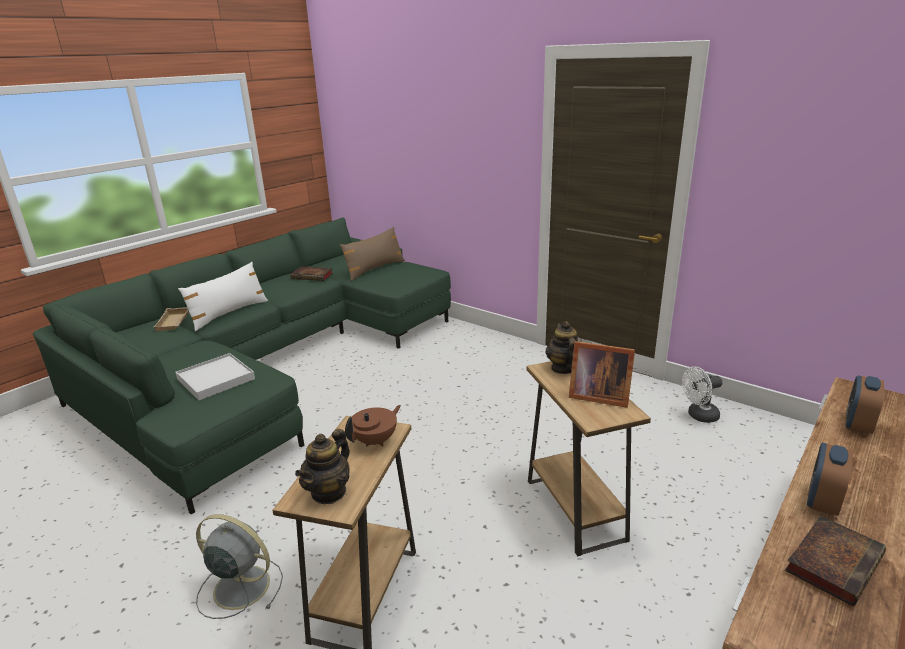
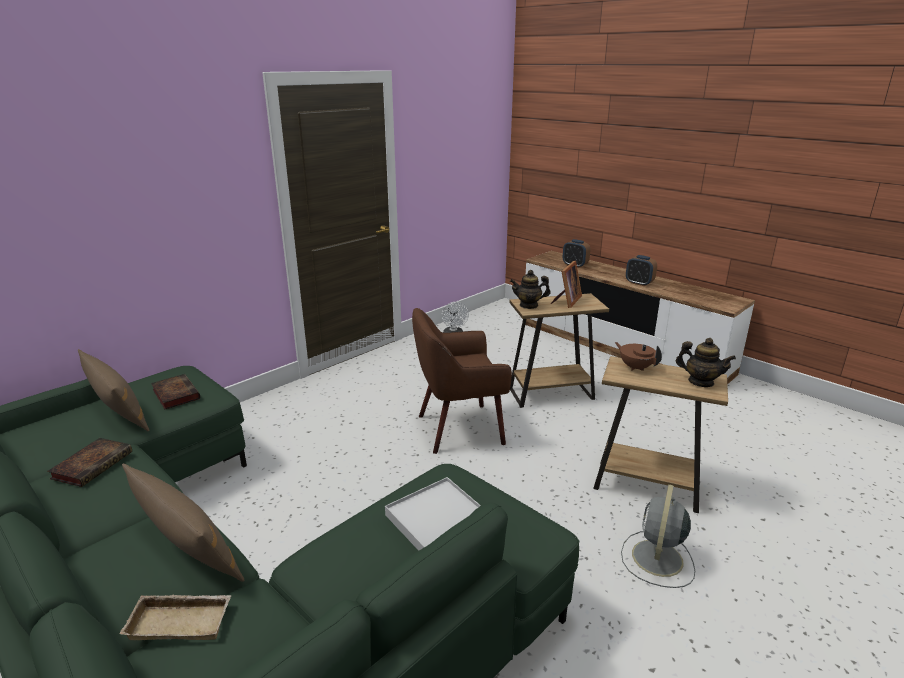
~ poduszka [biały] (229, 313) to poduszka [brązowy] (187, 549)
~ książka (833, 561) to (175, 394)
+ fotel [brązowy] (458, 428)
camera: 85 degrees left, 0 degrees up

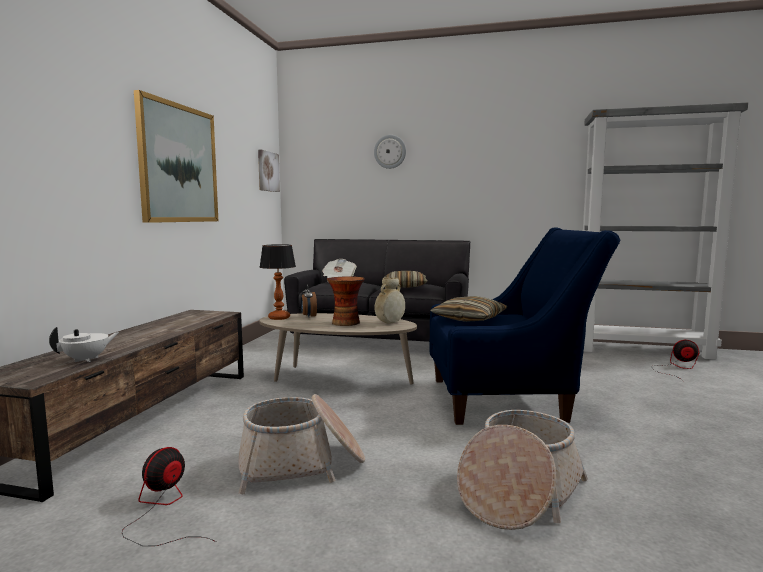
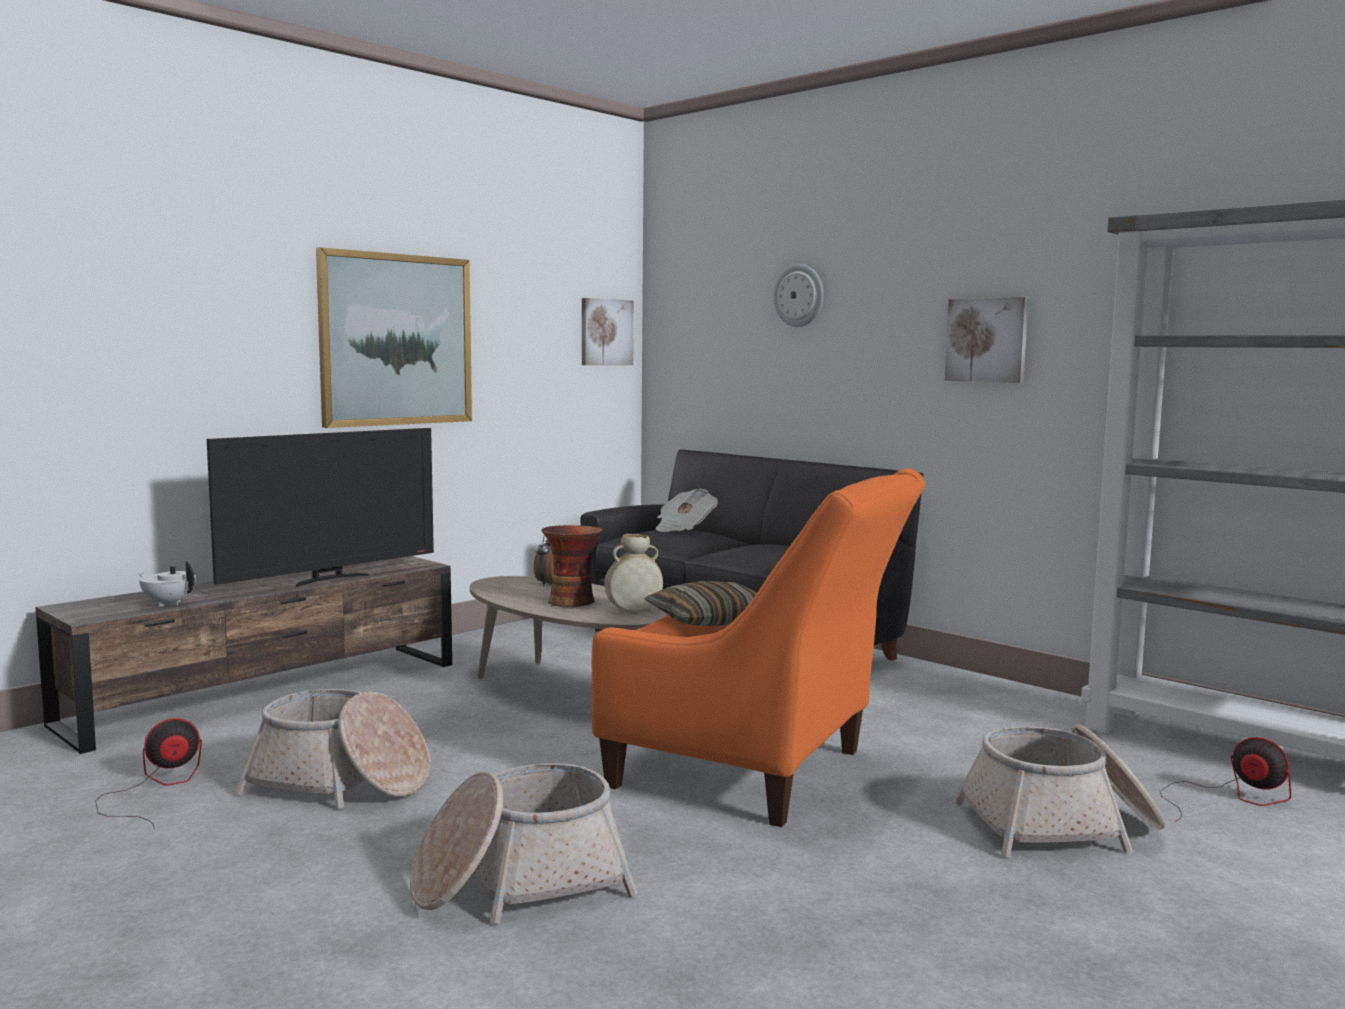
~ fotel [niebieski] (507, 399) to fotel [pomarańczowy] (756, 773)
- lampa stołowa (279, 318)
- poduszka (405, 286)
~ imbryk [biały] (87, 359) = (168, 603) 135 degrees counterclockwise
+ obraz (987, 340)
+ telewizor (330, 579)
+ koszyk (1061, 826)
camera: 30 degrees right, 0 degrees up

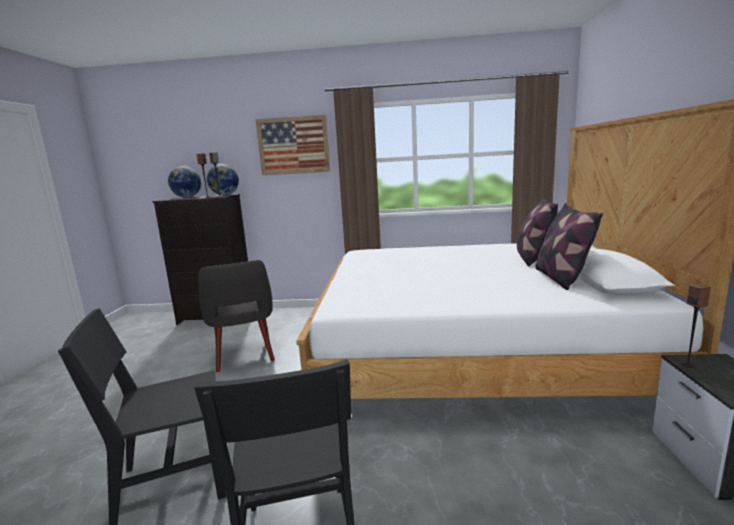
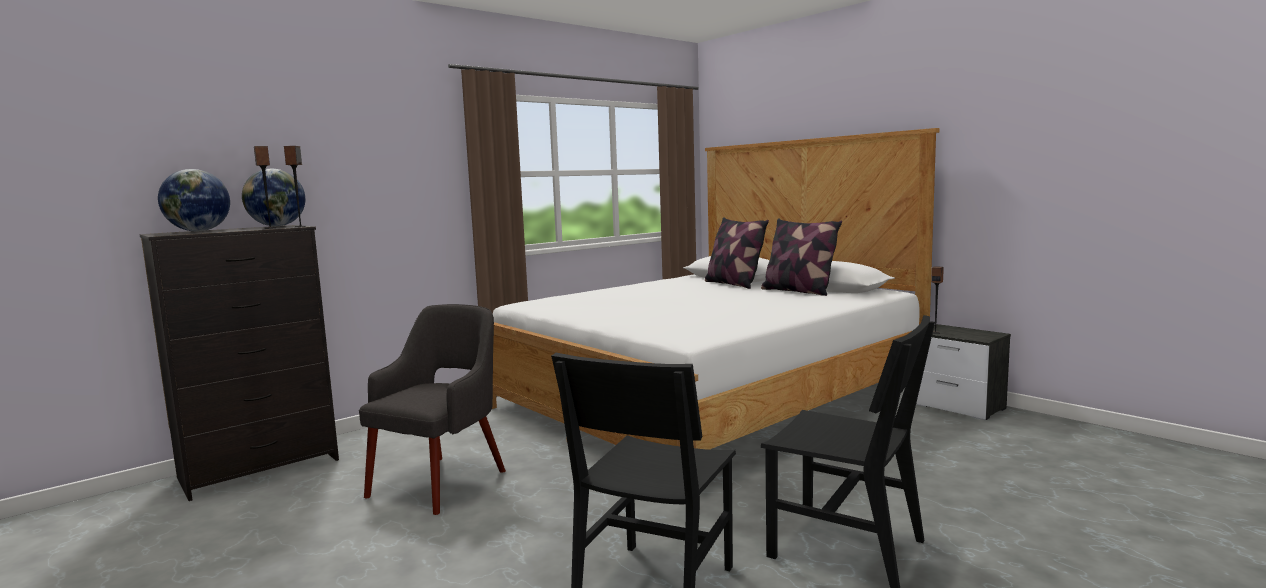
- obraz (293, 145)
~ fotel [szary] (244, 353) = (440, 482) 90 degrees counterclockwise
camera: 45 degrees left, 5 degrees down

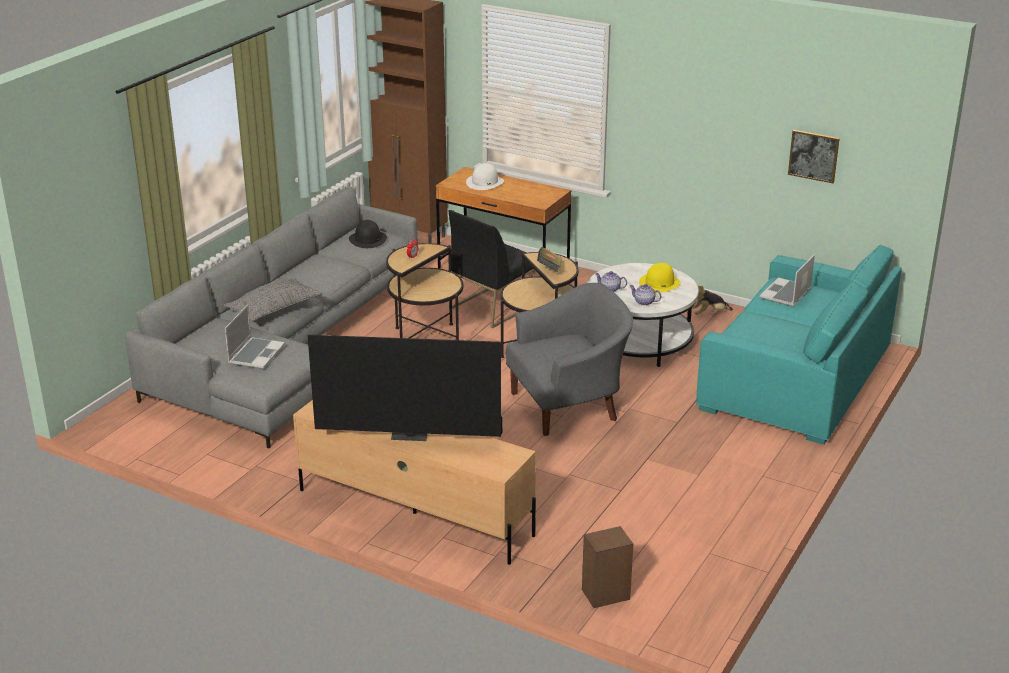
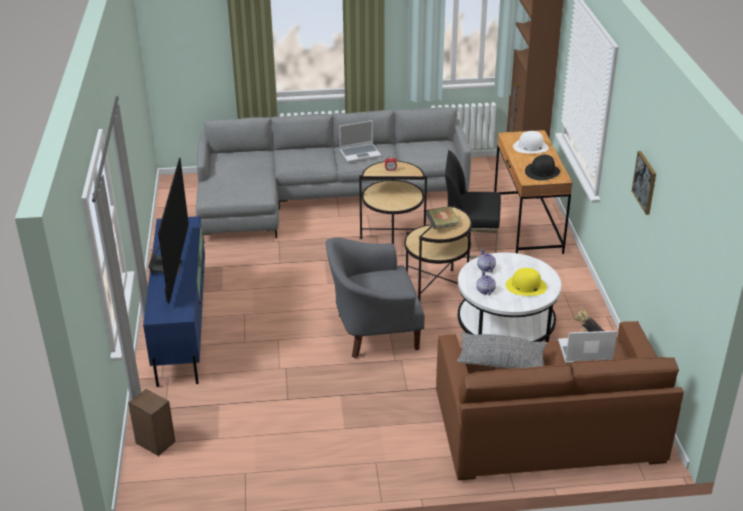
~ obraz (813, 156) to (645, 182)
~ kapelusz [czarny] (368, 239) to (542, 172)
~ kanapa [turkusowy] (796, 378) to kanapa [brązowy] (547, 427)
~ poduszka [szary] (274, 309) to (501, 361)
~ fotel [szary] (569, 406) = (373, 332) 135 degrees clockwise
~ laptop (256, 354) to (360, 153)
~ telewizor (410, 433) = (171, 266) 150 degrees counterclockwise
~ szafka pod telewizor [beżowy] (413, 511) to szafka pod telewizor [niebieski] (182, 324)
camera: 55 degrees right, 5 degrees up

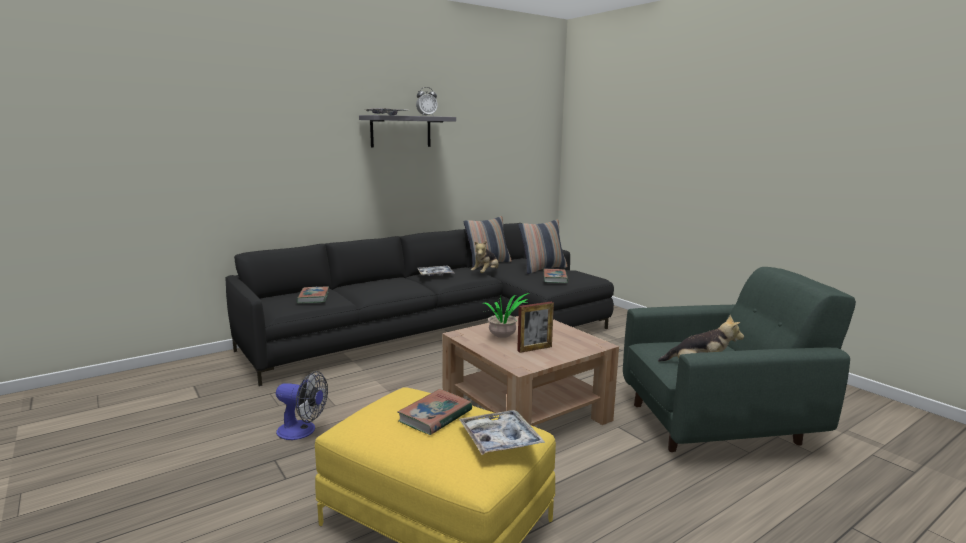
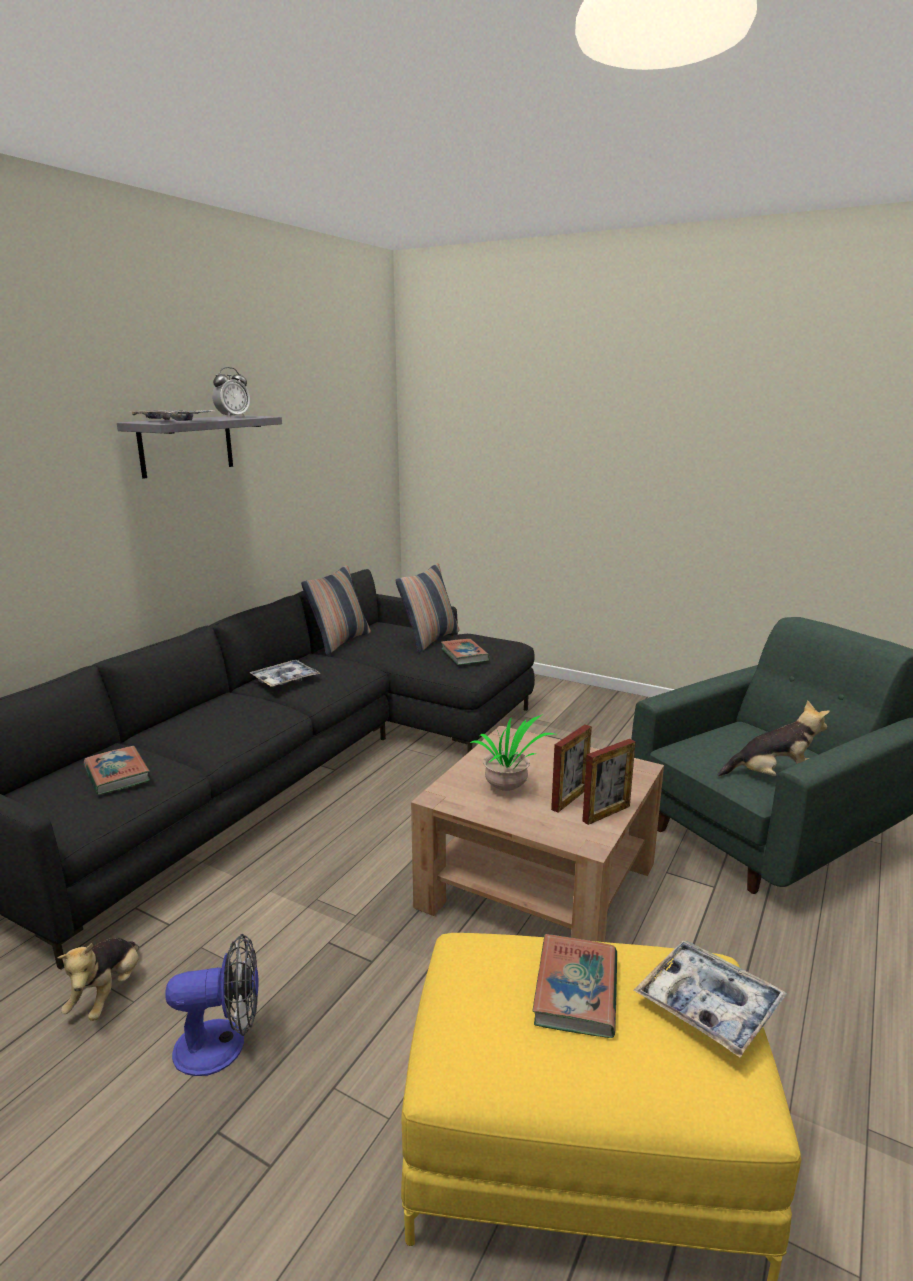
~ pluszak (486, 273) to (107, 994)
+ ramka na zdjęcie (606, 813)
camera: 25 degrees left, 5 degrees up

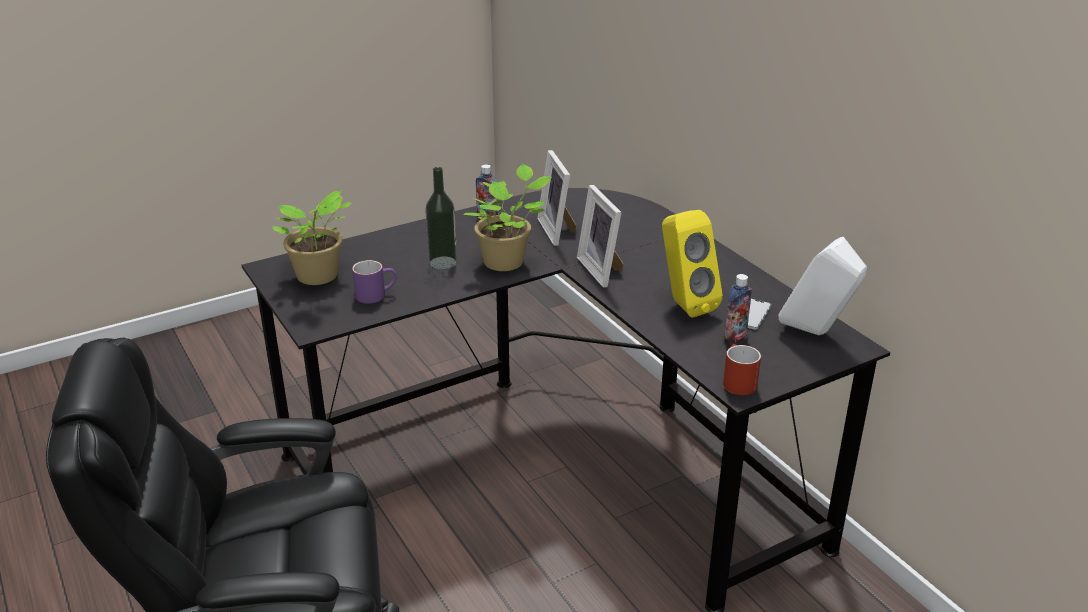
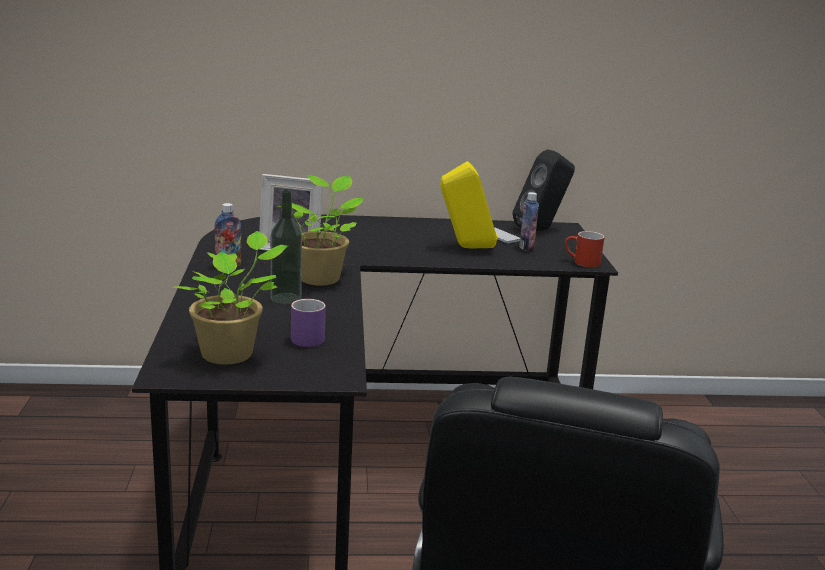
- ramka na zdjęcie (603, 270)
~ głośnik [biały] (816, 333) to głośnik [czarny] (541, 230)
camera: 65 degrees left, 10 degrees down

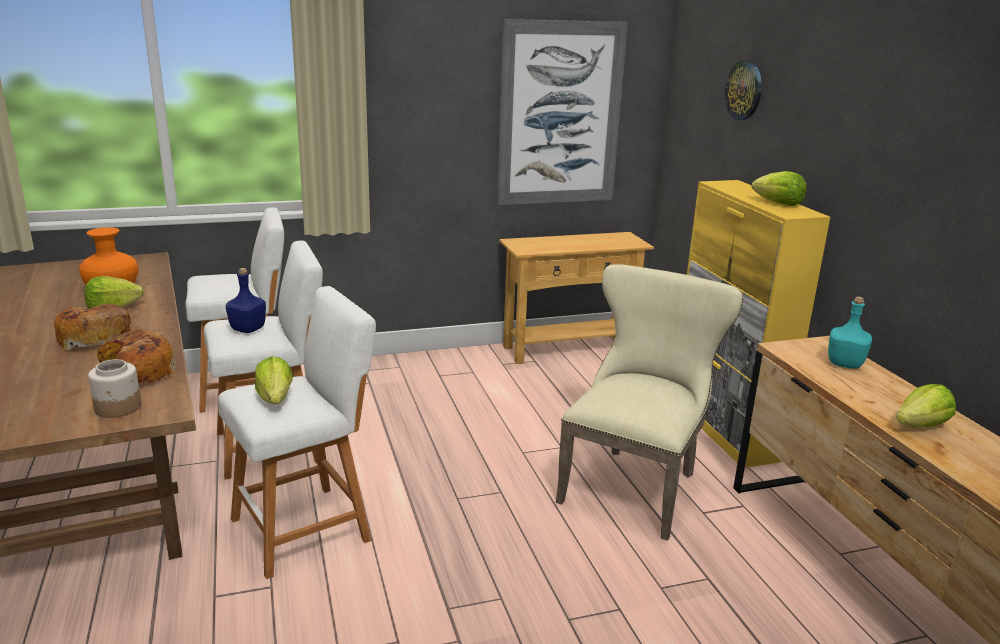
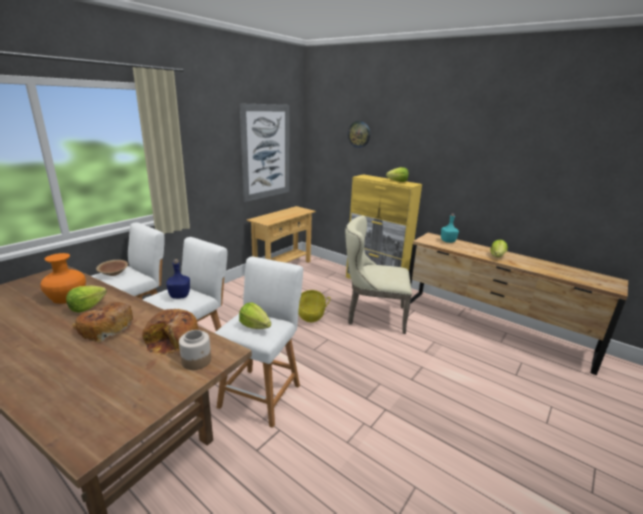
~ krzesło [beżowy] (635, 484) = (372, 316) 75 degrees counterclockwise
+ miska [brązowy] (113, 273)
+ koszyk (310, 314)
camera: 35 degrees left, 0 degrees up

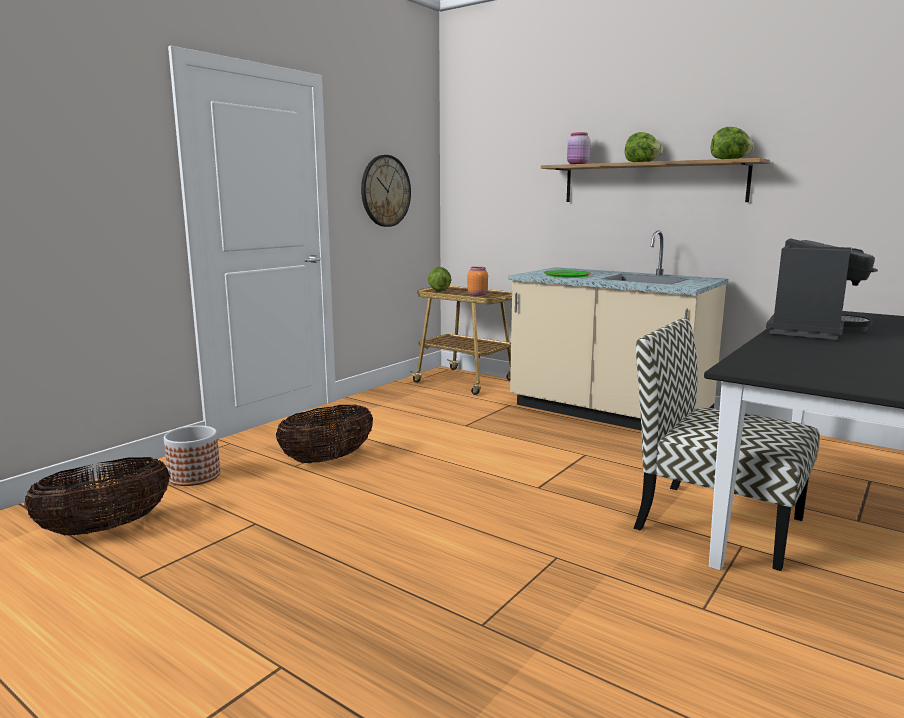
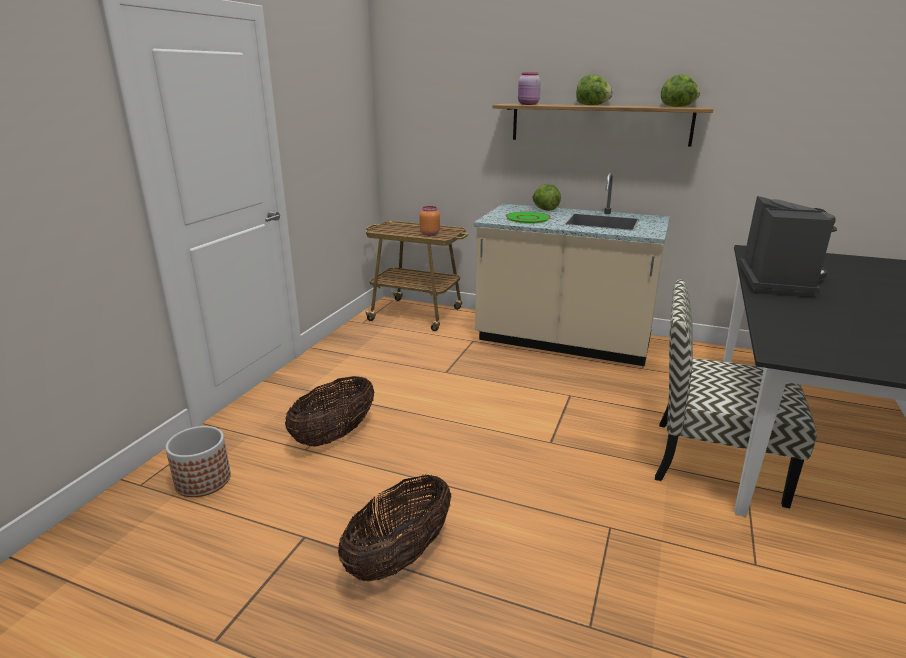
- zegar ścienny (385, 191)
~ sałata (438, 291) to (545, 210)
~ koszyk (106, 528) to (399, 557)
camera: 15 degrees left, 10 degrees up

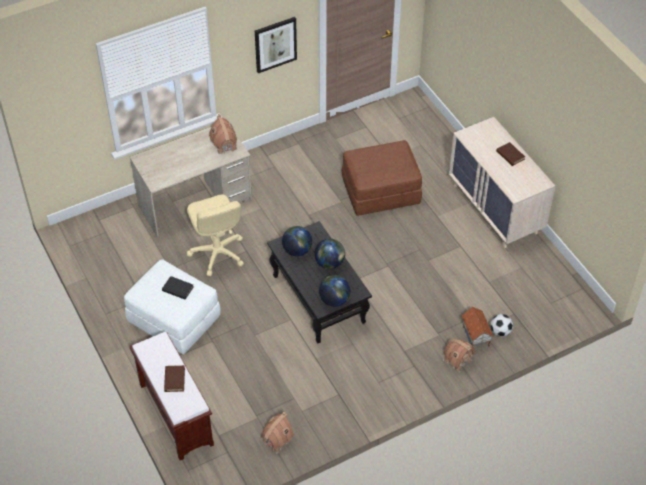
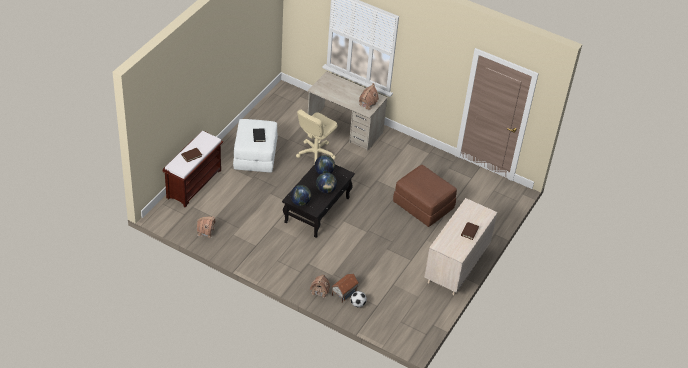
- obraz (275, 44)
camera: 55 degrees right, 5 degrees down

